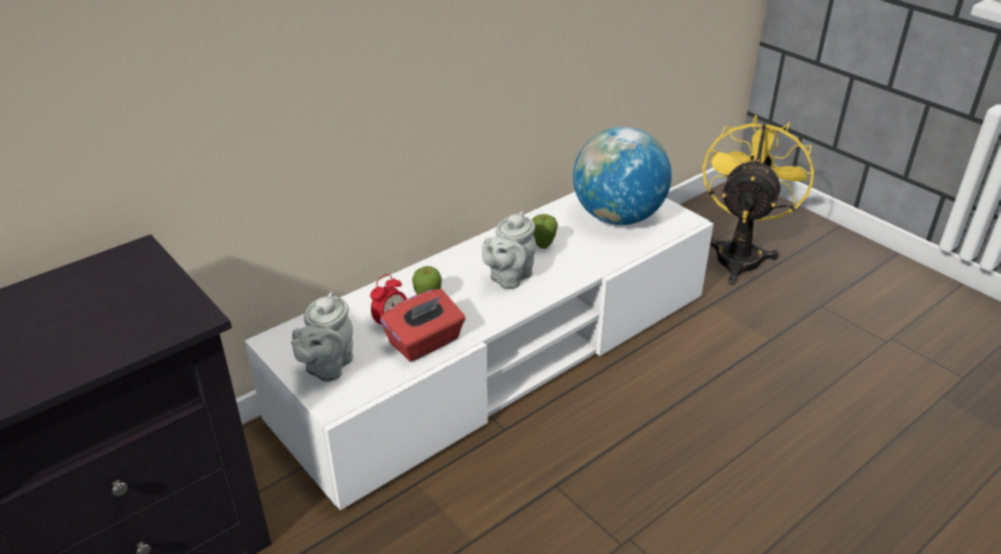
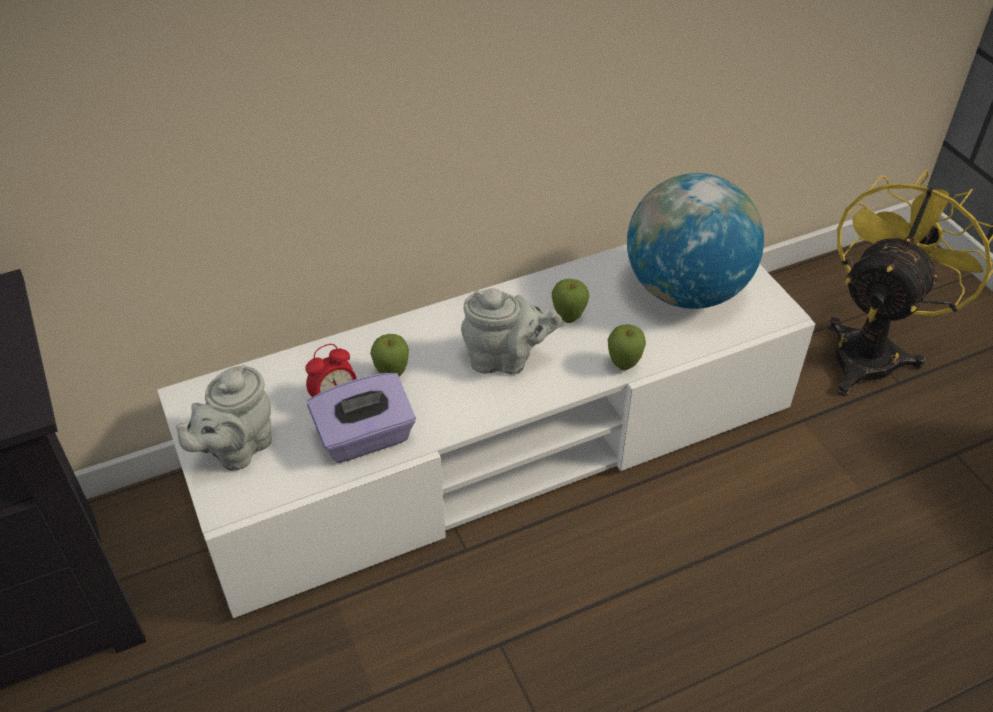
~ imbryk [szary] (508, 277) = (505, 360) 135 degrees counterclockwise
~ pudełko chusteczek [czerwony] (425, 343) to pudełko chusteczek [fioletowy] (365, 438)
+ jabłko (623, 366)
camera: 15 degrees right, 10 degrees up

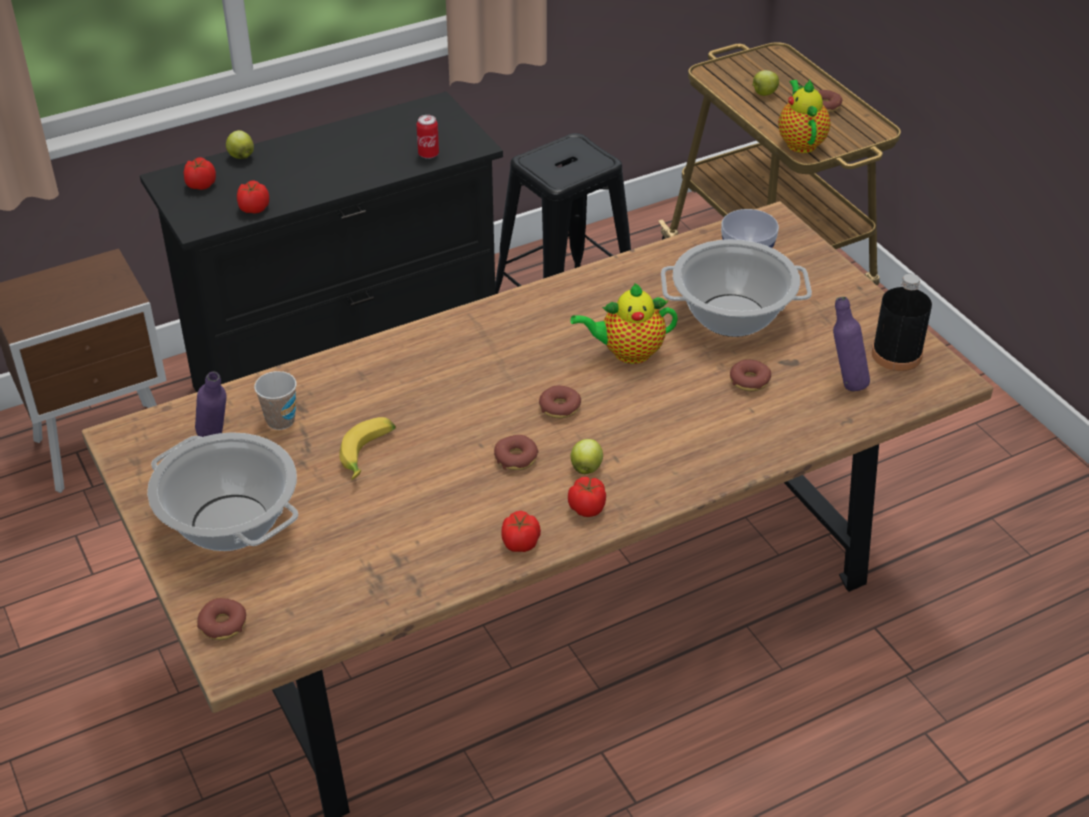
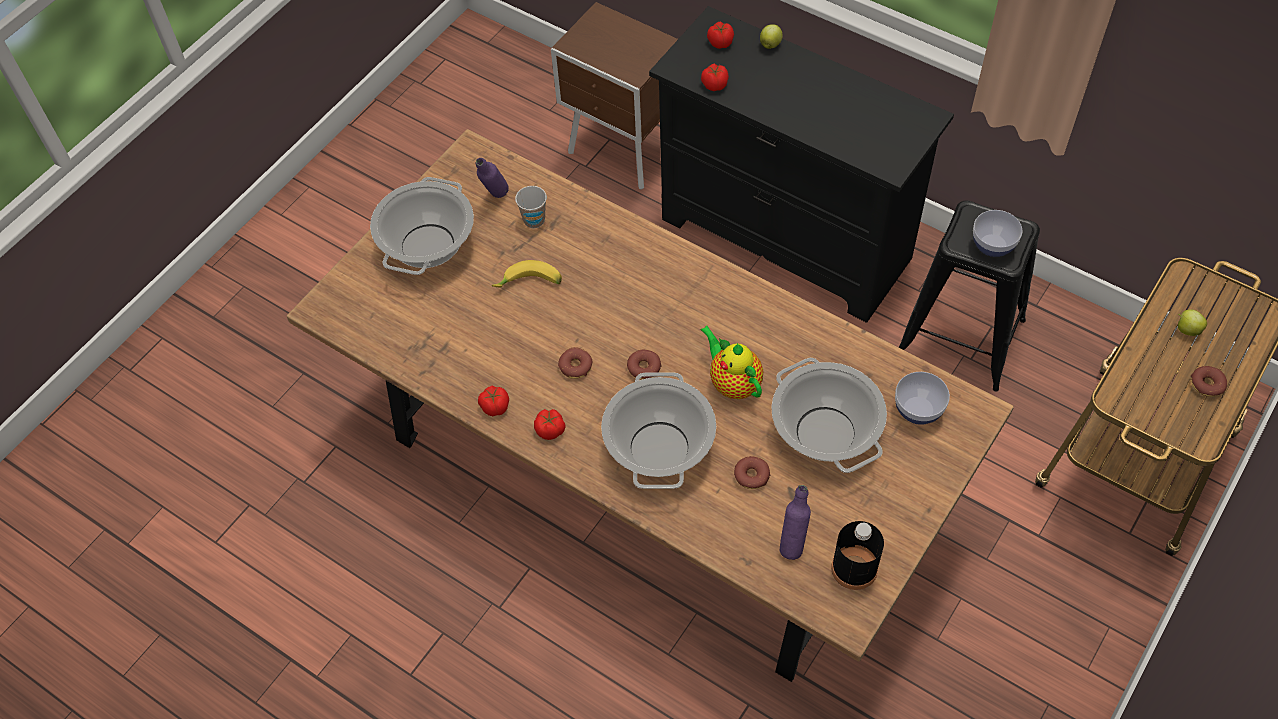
- imbryk (800, 142)
- puszka (428, 154)
- jabłko (586, 468)
- donut (223, 624)
+ miska (992, 246)
+ garnek (659, 447)
camera: 65 degrees right, 15 degrees up

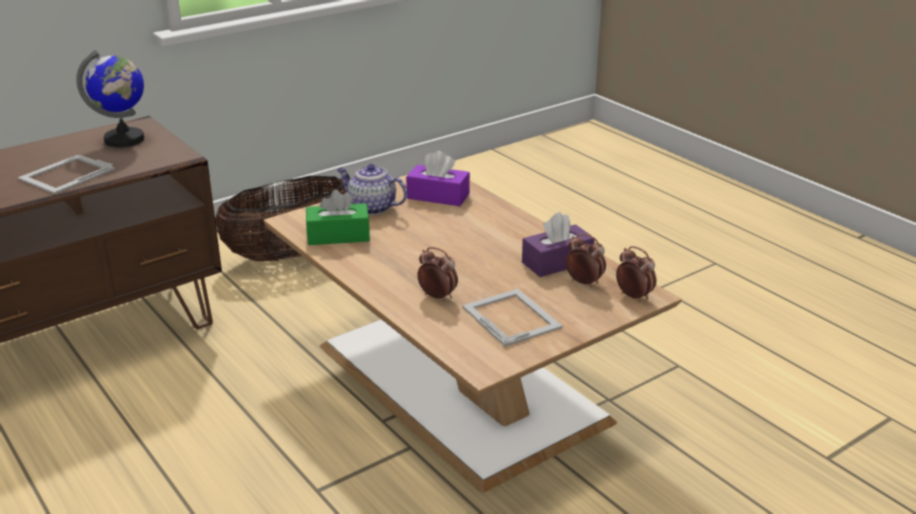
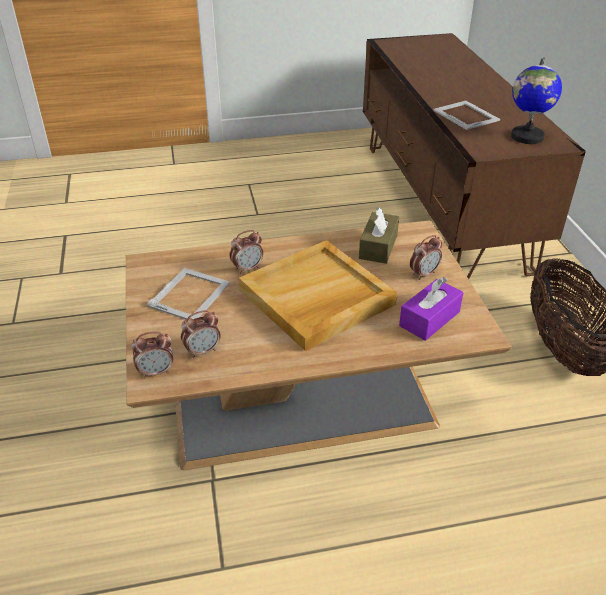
~ imbryk (371, 207) to budzik (424, 274)
~ pudełko chusteczek [zielony] (338, 236) to pudełko chusteczek [brązowy] (378, 246)
- pudełko chusteczek [fioletowy] (557, 262)
~ ramka na zdjęcie (511, 316) = (190, 294) 60 degrees counterclockwise
+ taca [beżowy] (316, 298)
camera: 115 degrees right, 10 degrees up

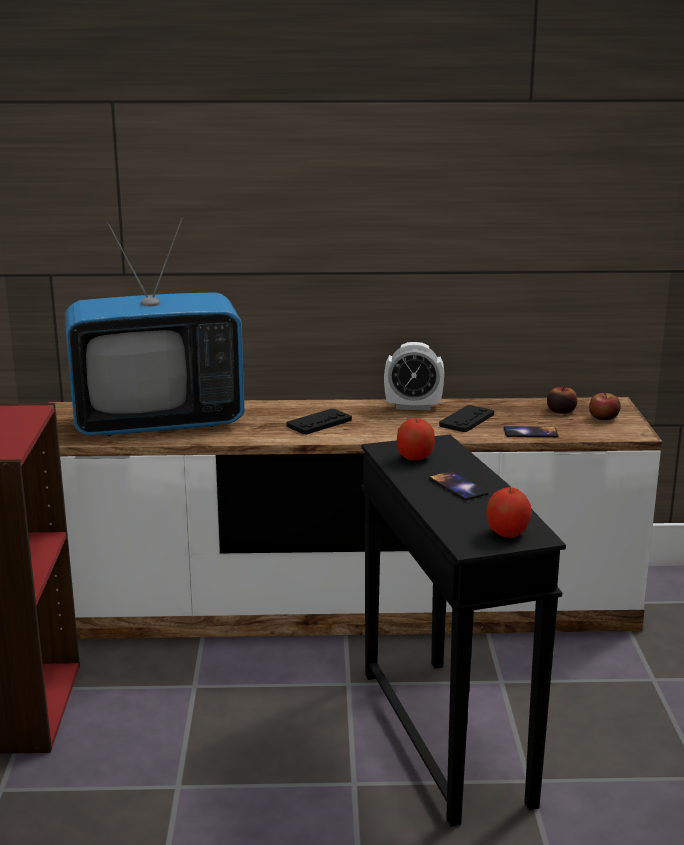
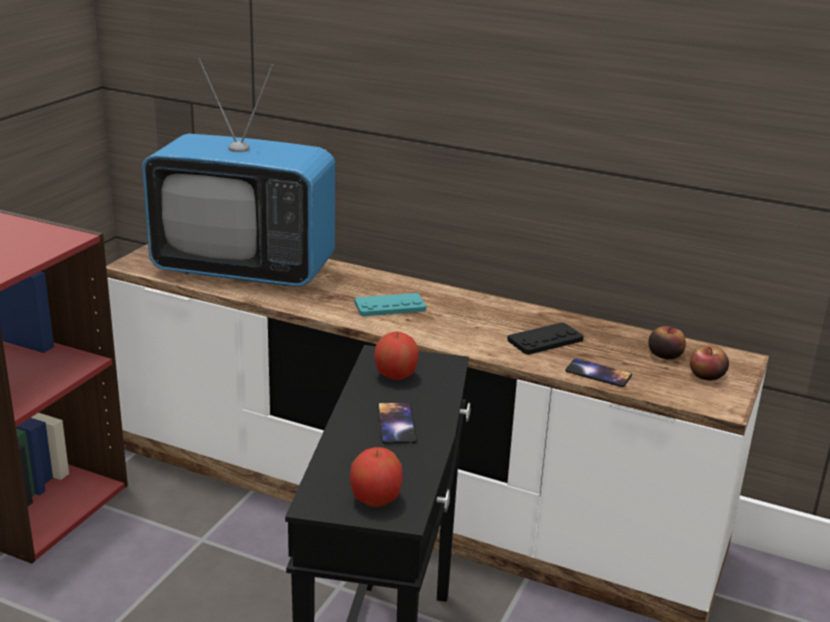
- budzik (413, 406)
~ pad do gier [czarny] (319, 423) to pad do gier [turkusowy] (390, 306)
camera: 25 degrees right, 5 degrees up

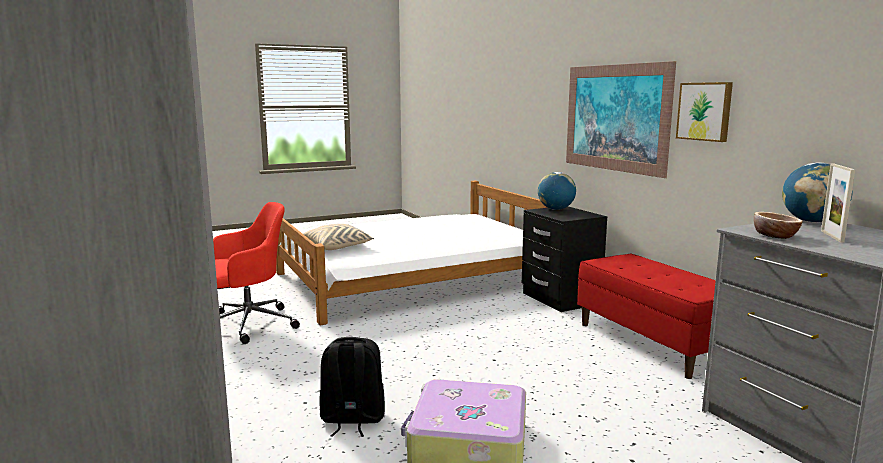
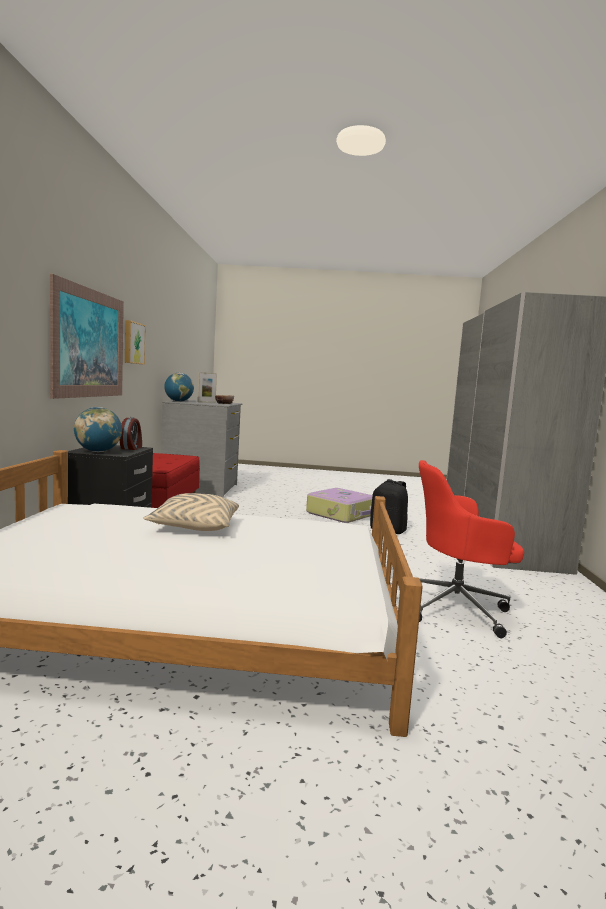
~ poduszka [beżowy] (338, 247) to (194, 527)
+ budzik (131, 448)
camera: 150 degrees left, 5 degrees down

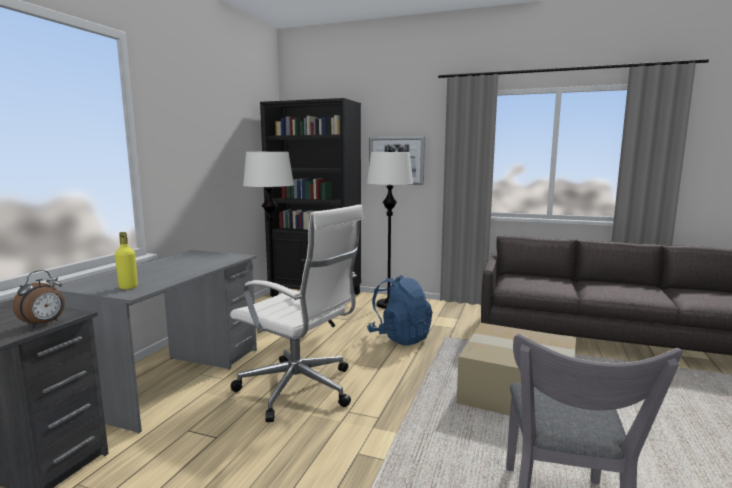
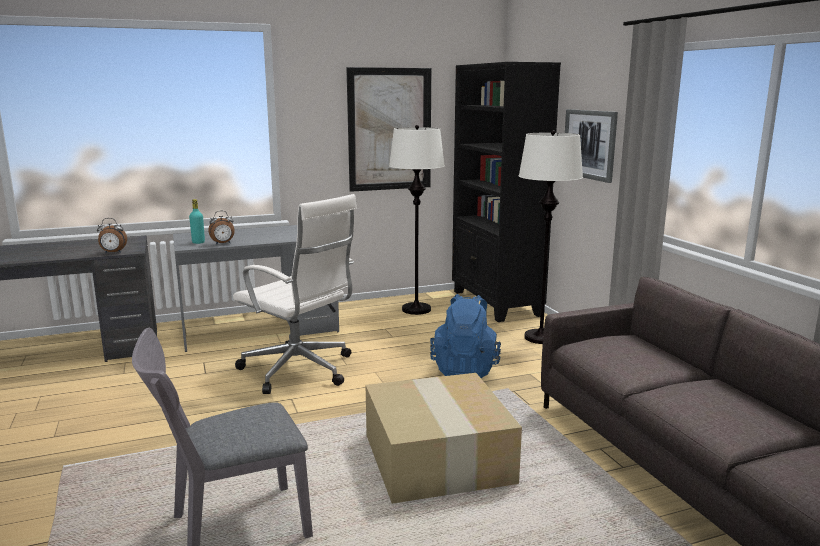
~ krzesło biurowe [biały] (300, 390) = (299, 371) 45 degrees counterclockwise
~ butelka [żółty] (128, 287) to butelka [turkusowy] (198, 242)
+ obraz (390, 129)
+ budzik (223, 243)
camera: 50 degrees right, 5 degrees up

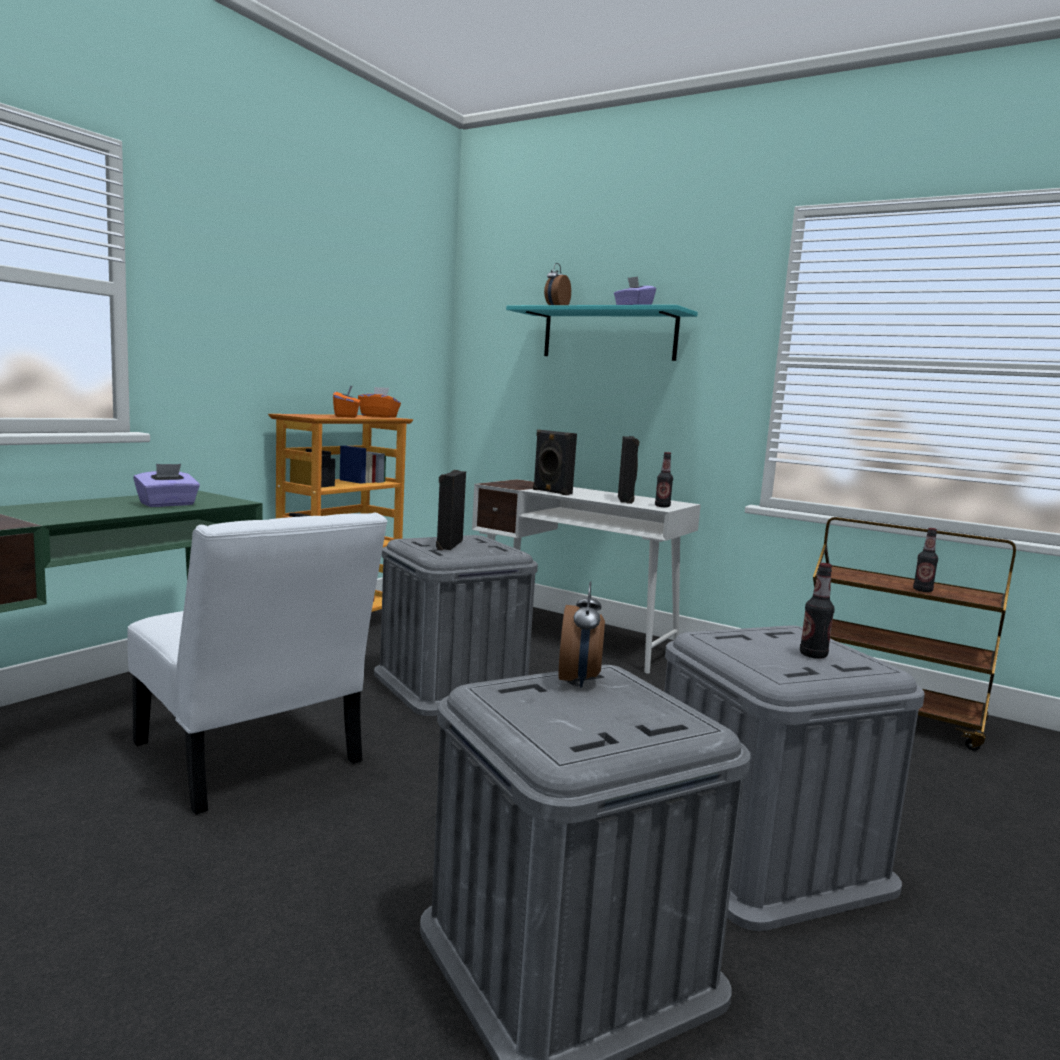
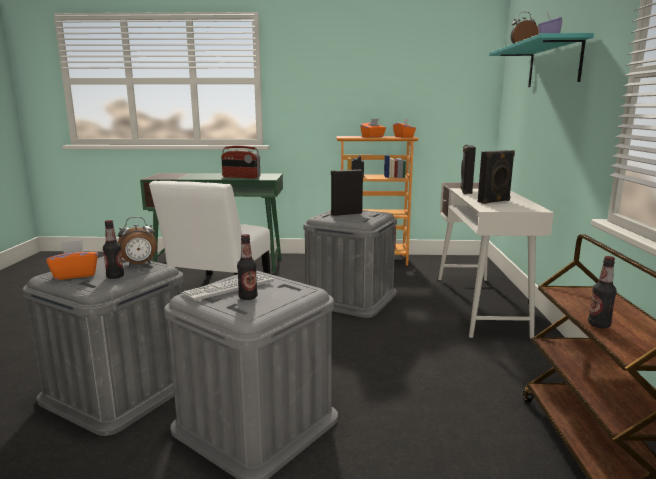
~ butelka (662, 506) to (115, 276)
~ pudełko chusteczek [fioletowy] (167, 504) to radio (241, 177)
+ pudełko chusteczek [pomarańczowy] (76, 275)
+ klawiatura (228, 288)
camera: 60 degrees right, 5 degrees up

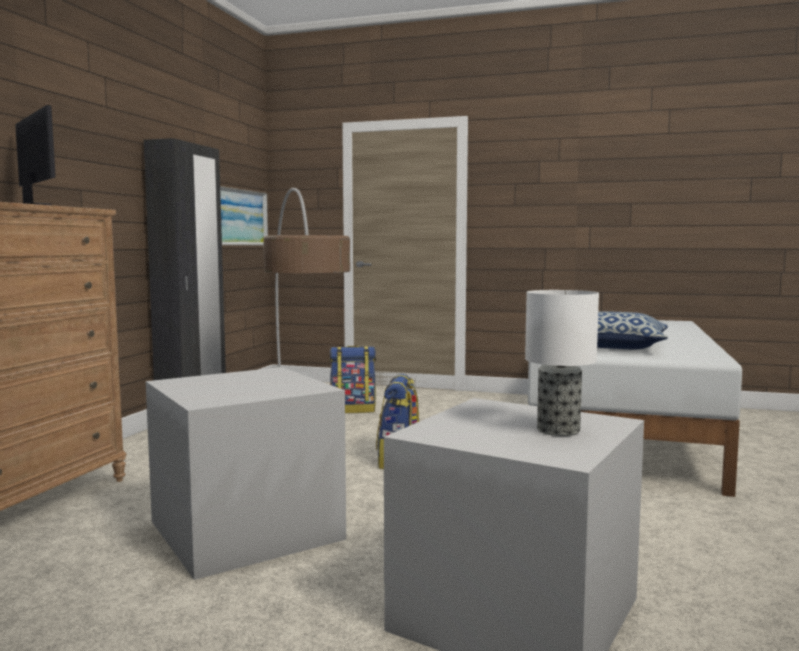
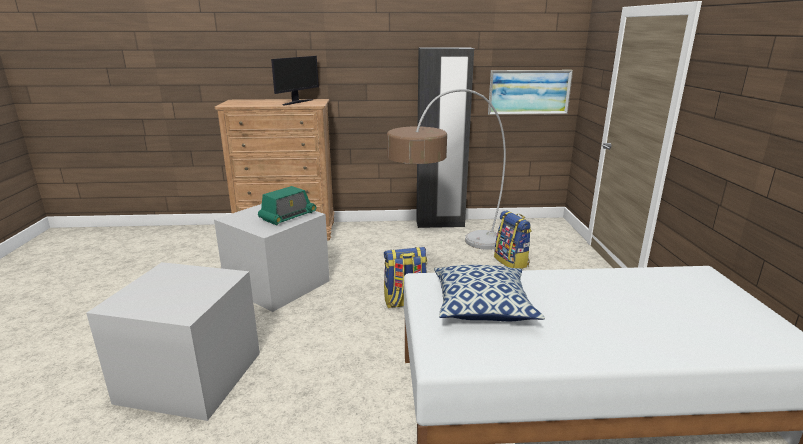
- lampa stołowa (559, 430)
+ radio (288, 216)
camera: 70 degrees right, 15 degrees up

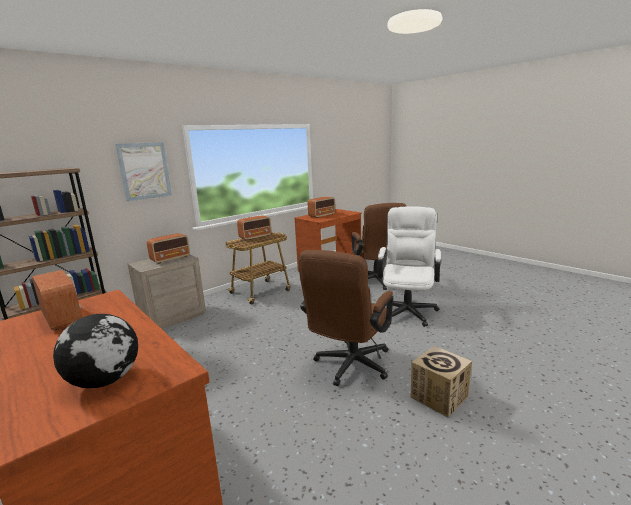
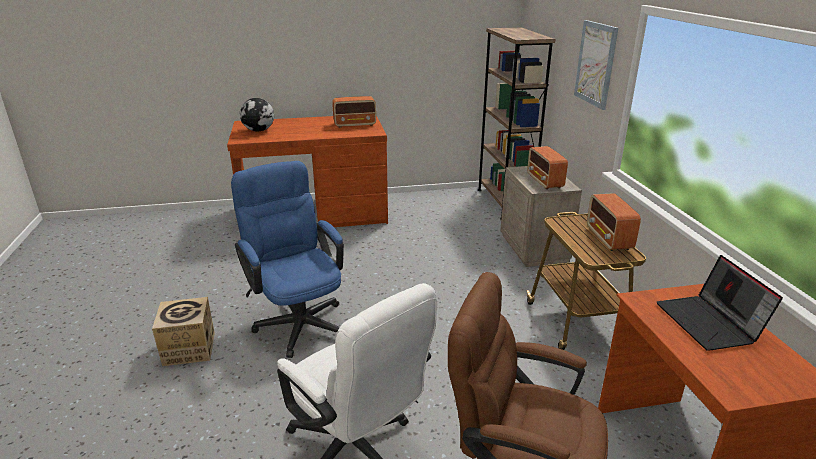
~ radio (322, 215) to laptop (710, 323)
~ krzesło biurowe [brązowy] (349, 367) to krzesło biurowe [niebieski] (298, 320)
camera: 120 degrees right, 10 degrees up

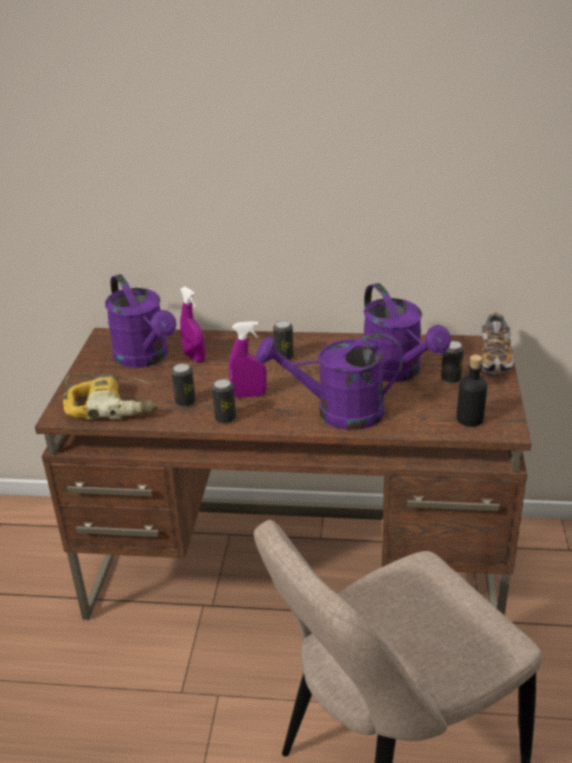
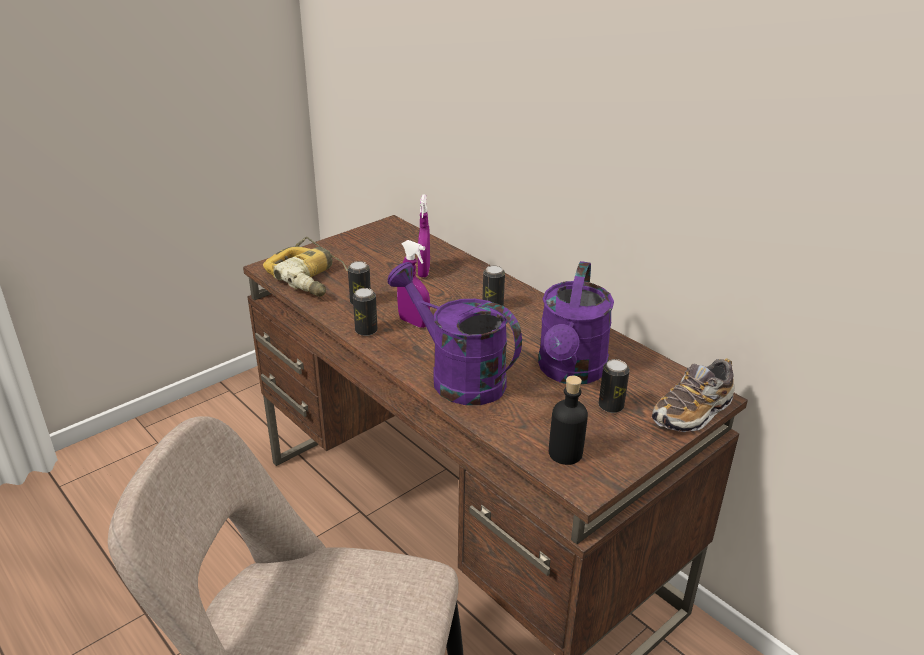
- konewka [fioletowy] (146, 358)
camera: 40 degrees right, 0 degrees up

